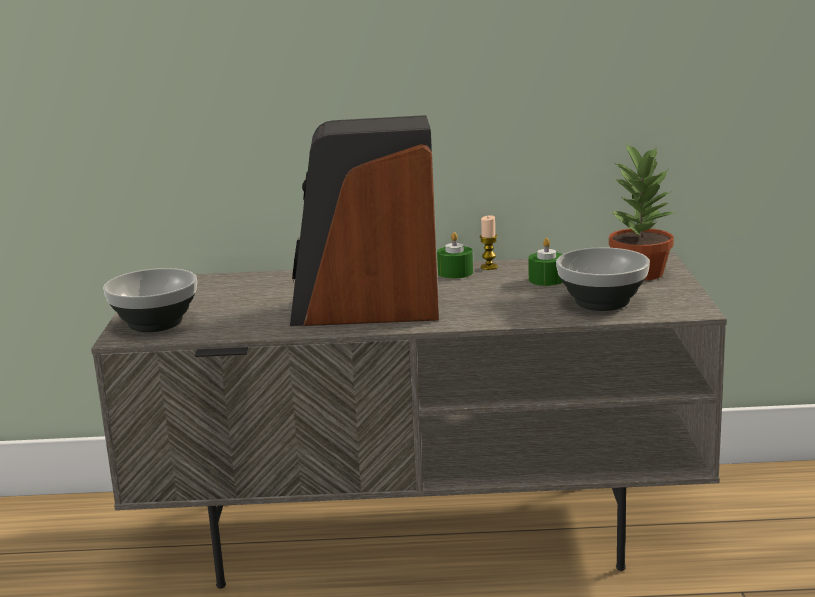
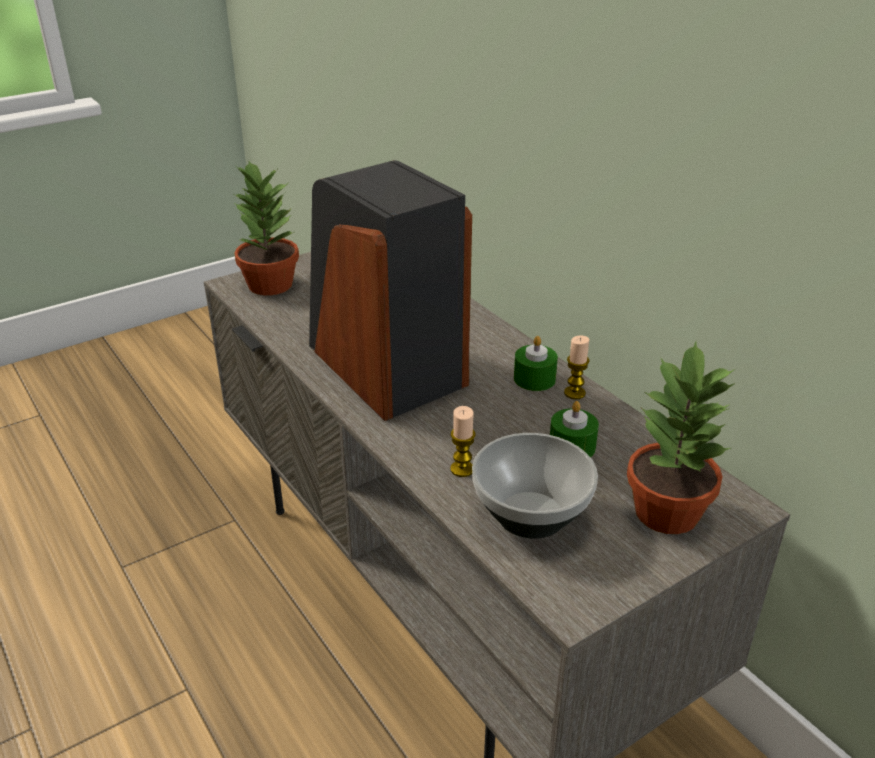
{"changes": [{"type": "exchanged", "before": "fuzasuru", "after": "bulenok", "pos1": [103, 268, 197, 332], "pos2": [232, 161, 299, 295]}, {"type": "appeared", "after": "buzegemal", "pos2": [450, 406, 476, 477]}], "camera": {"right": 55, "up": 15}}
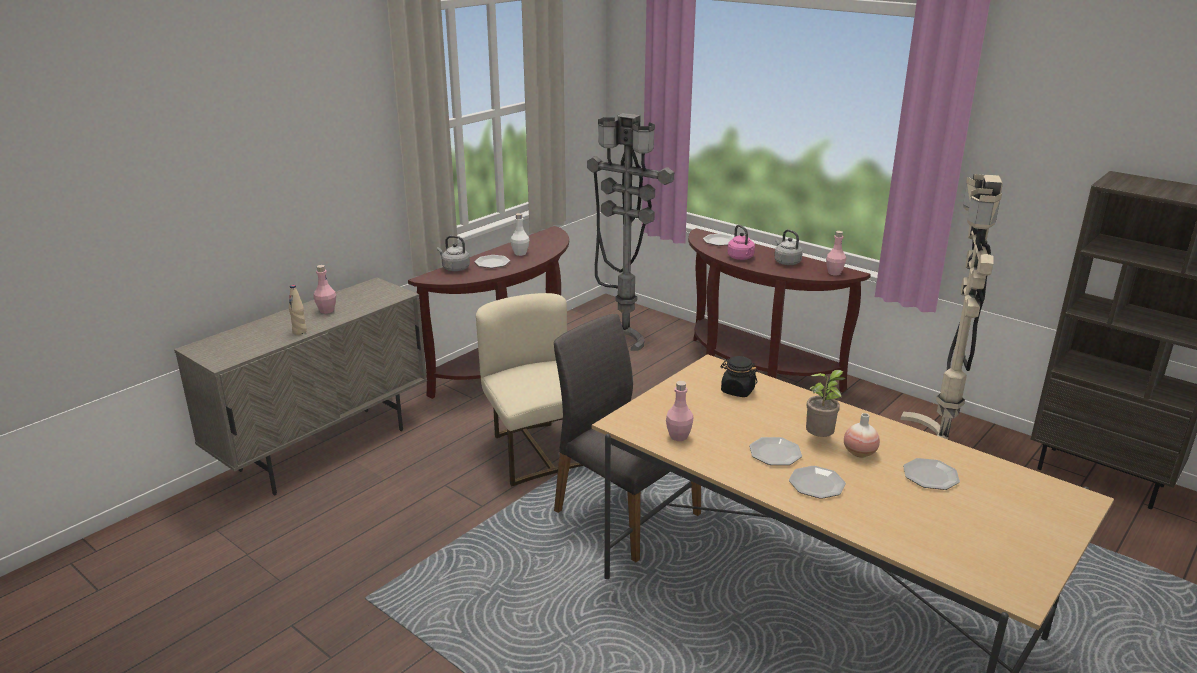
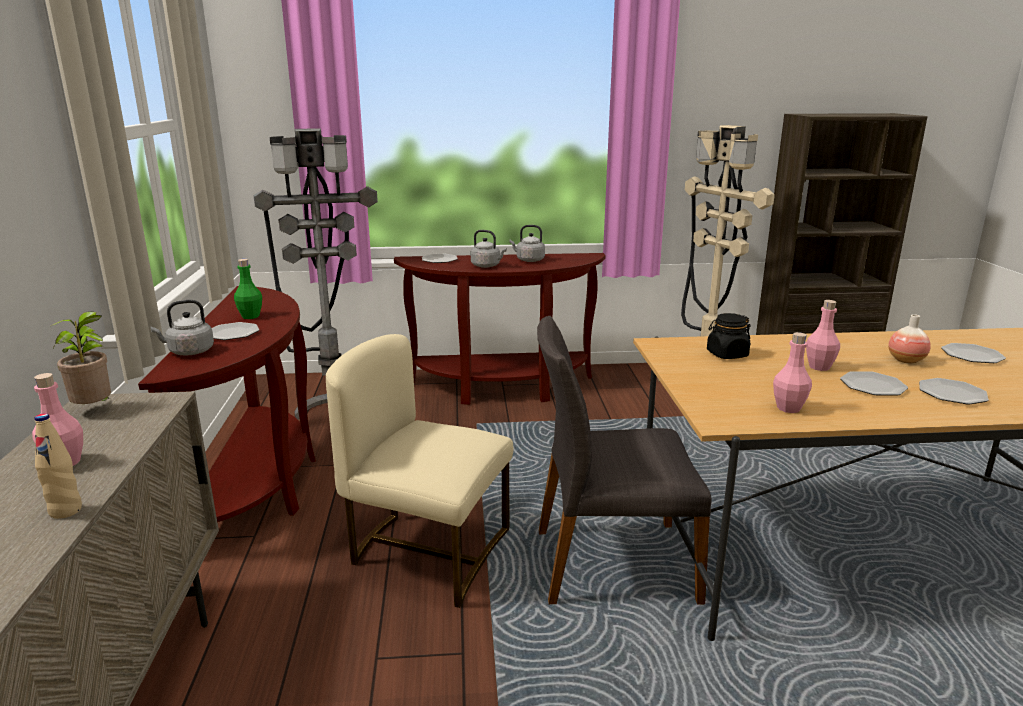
{"changes": [{"type": "relocated", "before": "bulenok", "pos1": [806, 370, 846, 437], "pos2": [51, 311, 111, 404]}, {"type": "colour", "before": "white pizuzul", "after": "green pizuzul", "pos1": [510, 213, 529, 256], "pos2": [234, 259, 262, 319]}, {"type": "colour", "before": "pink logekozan", "after": "grey logekozan", "pos1": [727, 225, 755, 260], "pos2": [471, 230, 507, 268]}, {"type": "relocated", "before": "pink pizuzul", "pos1": [826, 231, 846, 275], "pos2": [806, 300, 840, 371]}], "camera": {"right": -45, "up": -5}}
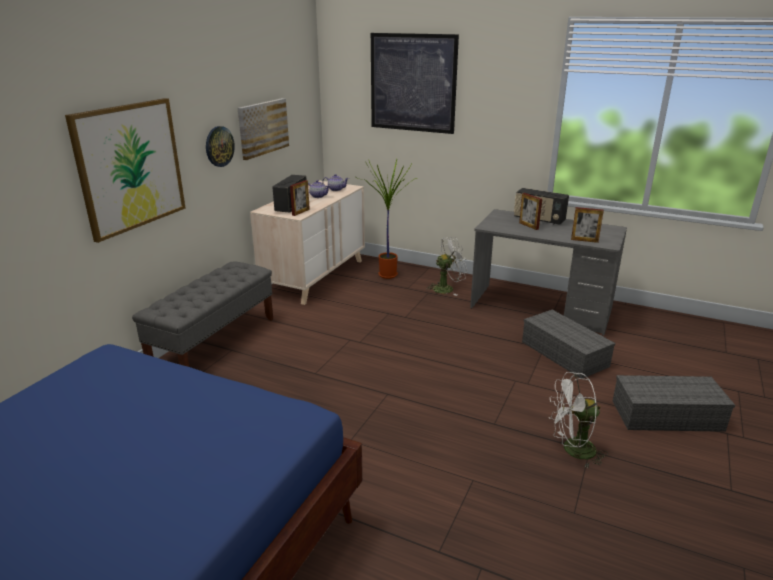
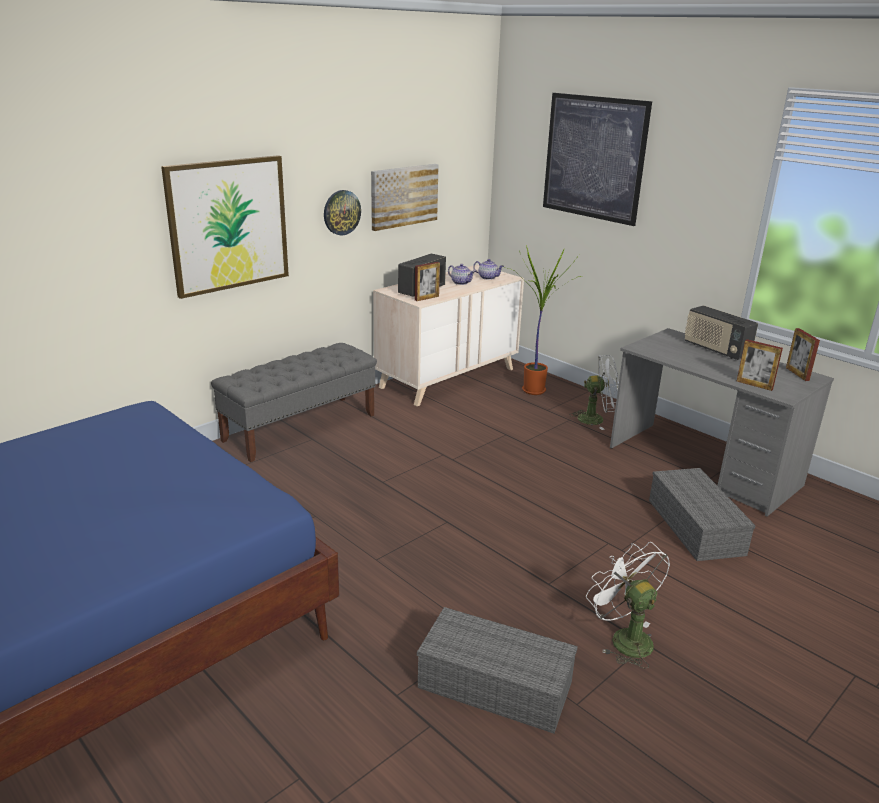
{"changes": [{"type": "relocated", "before": "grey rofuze", "pos1": [613, 375, 735, 432], "pos2": [417, 607, 578, 734]}, {"type": "spun", "before": "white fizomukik", "pos1": [549, 372, 608, 468], "pos2": [586, 542, 670, 669], "turn": 45}, {"type": "relocated", "before": "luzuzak", "pos1": [519, 193, 542, 230], "pos2": [786, 328, 820, 381]}], "camera": {"right": 20, "up": 0}}
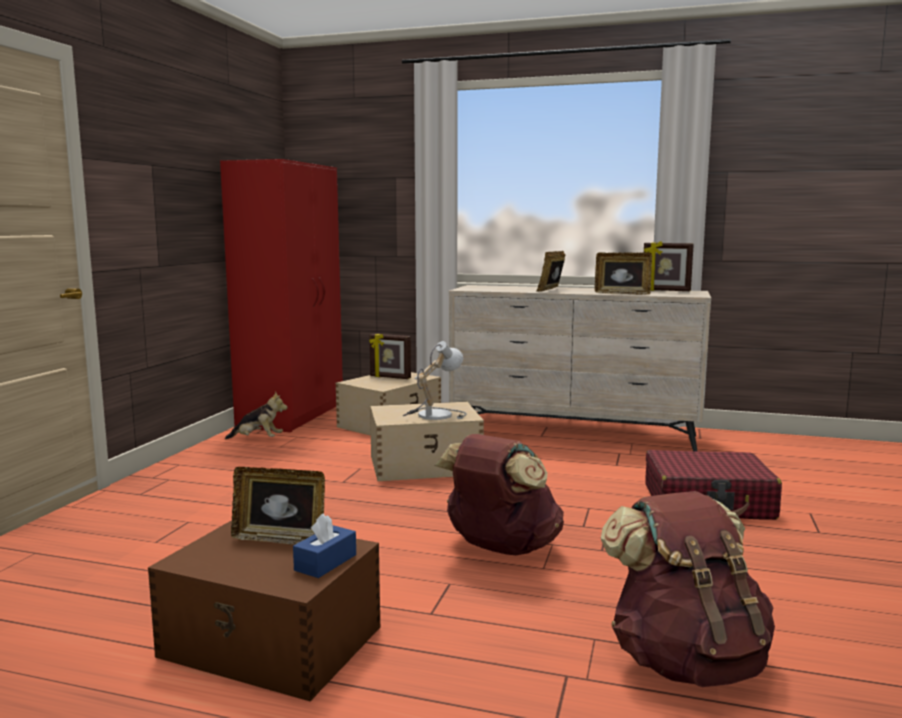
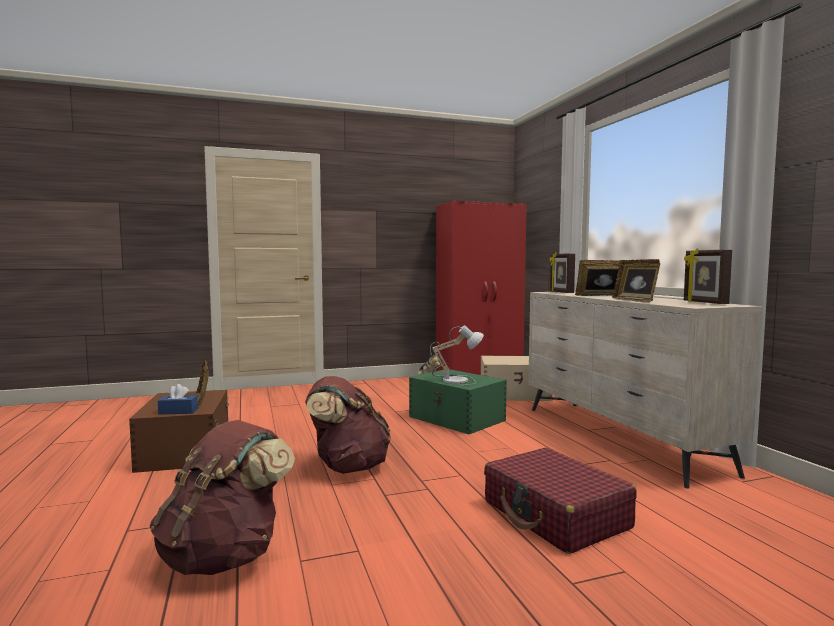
{"changes": [{"type": "colour", "before": "beige rofuze", "after": "green rofuze", "pos1": [370, 402, 484, 481], "pos2": [409, 369, 507, 434]}, {"type": "relocated", "before": "luzuzak", "pos1": [369, 334, 411, 379], "pos2": [549, 253, 575, 293]}], "camera": {"right": 55, "up": -5}}
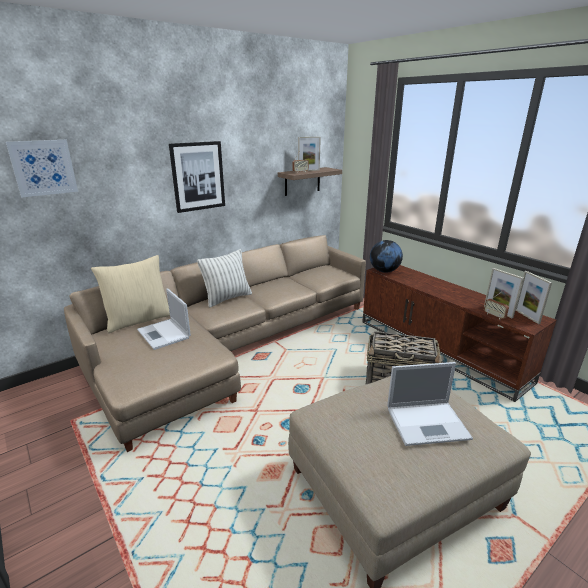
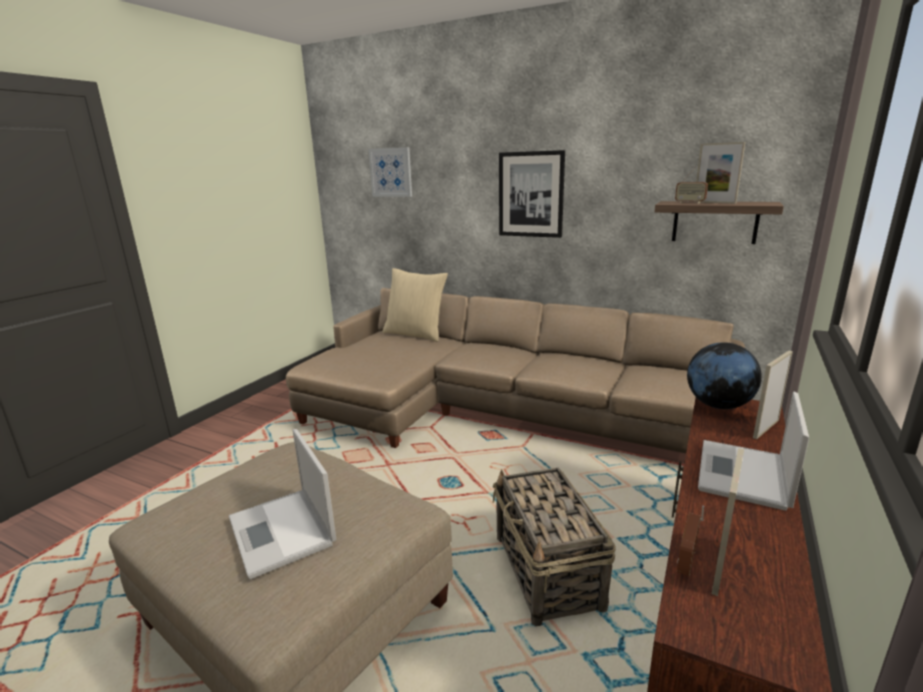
{"changes": [{"type": "relocated", "before": "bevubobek", "pos1": [137, 288, 191, 350], "pos2": [698, 391, 809, 511]}, {"type": "relocated", "before": "luzuzak", "pos1": [515, 271, 552, 324], "pos2": [753, 351, 793, 439]}, {"type": "missing", "before": "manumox", "pos1": [197, 249, 252, 308]}], "camera": {"right": 65, "up": -5}}
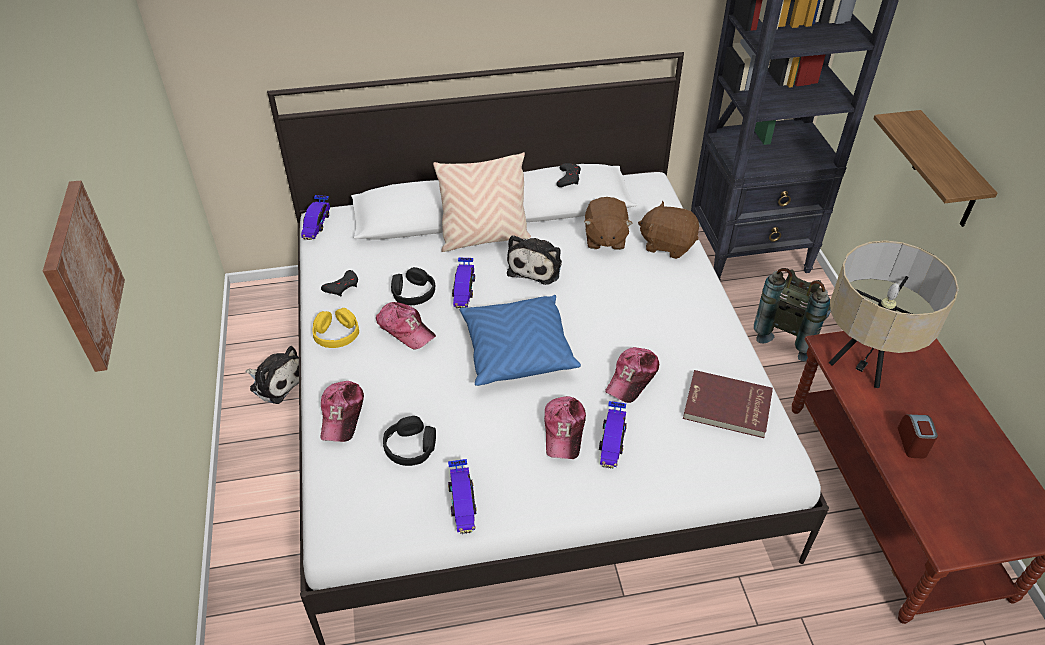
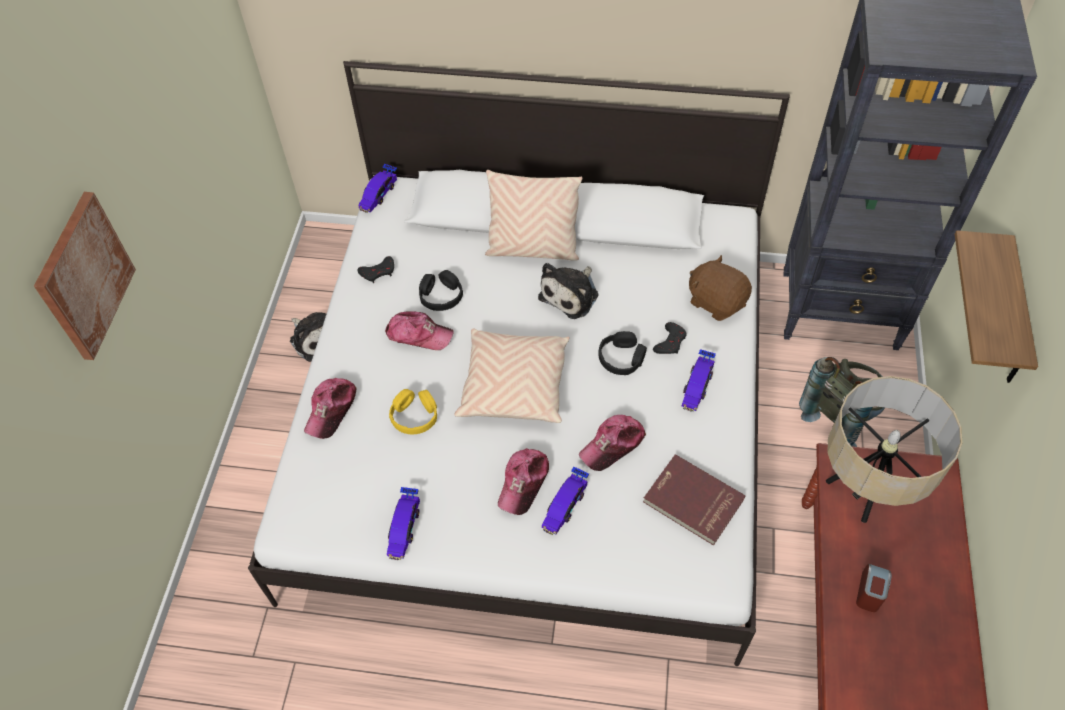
{"changes": [{"type": "spun", "before": "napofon", "pos1": [376, 302, 436, 350], "pos2": [385, 311, 453, 350], "turn": -45}, {"type": "relocated", "before": "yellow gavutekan", "pos1": [312, 308, 359, 348], "pos2": [389, 389, 437, 434]}, {"type": "colour", "before": "blue manumox", "after": "beige manumox", "pos1": [460, 295, 581, 386], "pos2": [454, 328, 570, 423]}, {"type": "relocated", "before": "black gavutekan", "pos1": [383, 416, 436, 466], "pos2": [598, 331, 647, 375]}, {"type": "relocated", "before": "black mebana", "pos1": [556, 163, 581, 187], "pos2": [653, 322, 687, 354]}, {"type": "relocated", "before": "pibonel", "pos1": [452, 258, 475, 308], "pos2": [682, 349, 716, 412]}, {"type": "missing", "before": "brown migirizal", "pos1": [584, 197, 633, 250]}], "camera": {"right": 20, "up": 10}}
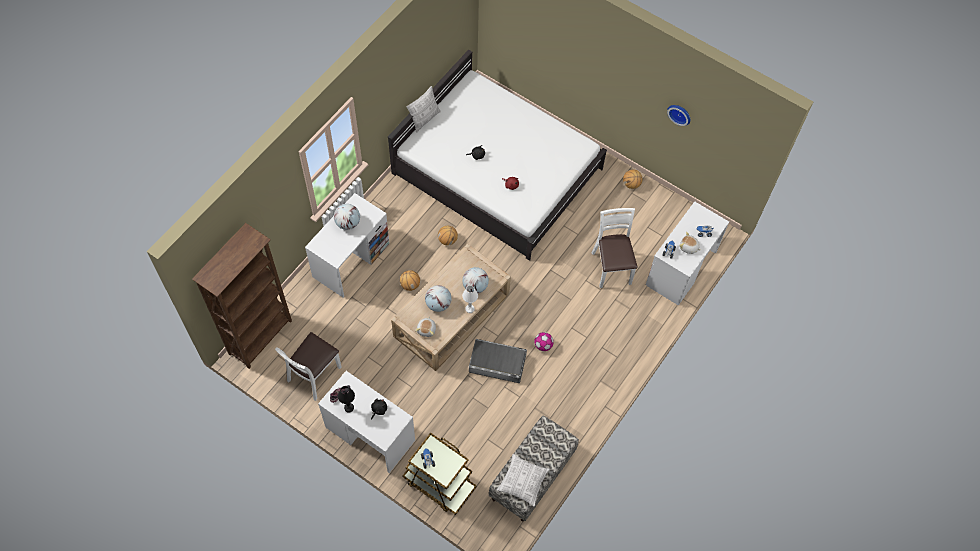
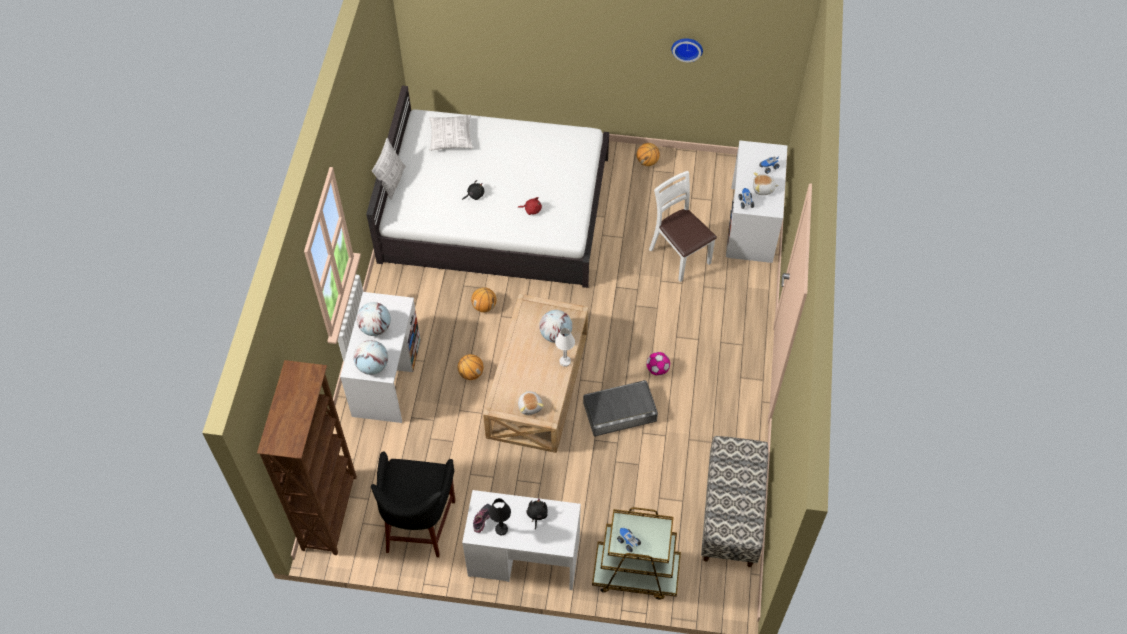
{"changes": [{"type": "relocated", "before": "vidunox", "pos1": [425, 285, 452, 312], "pos2": [353, 340, 388, 375]}, {"type": "exchanged", "before": "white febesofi", "after": "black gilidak", "pos1": [275, 332, 342, 401], "pos2": [371, 452, 455, 558]}, {"type": "relocated", "before": "manumox", "pos1": [497, 454, 550, 507], "pos2": [429, 115, 473, 150]}], "camera": {"right": -25, "up": -5}}
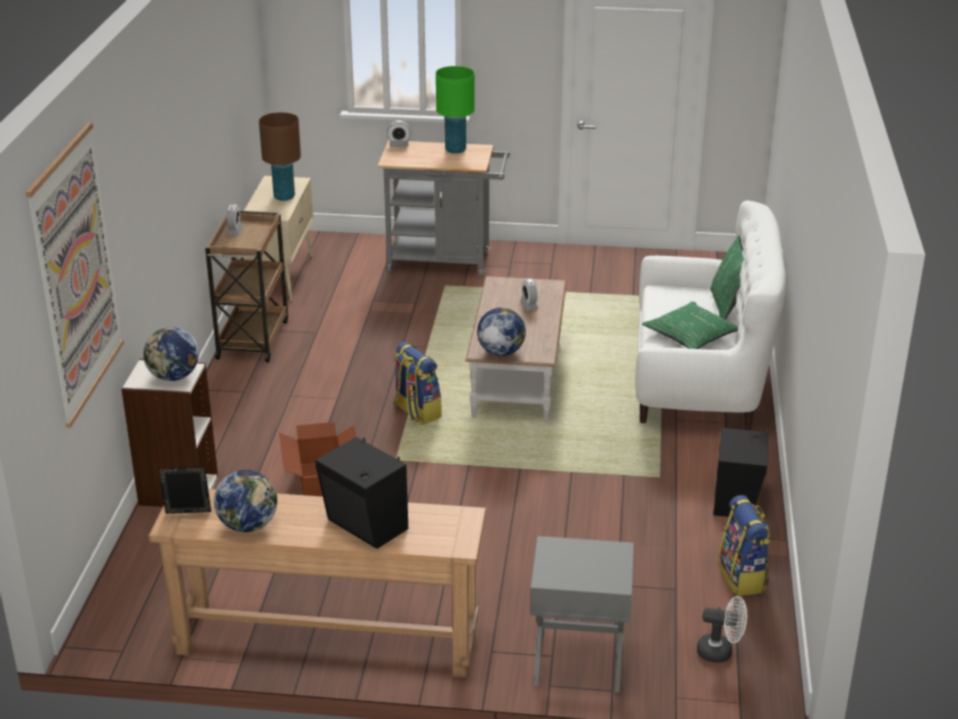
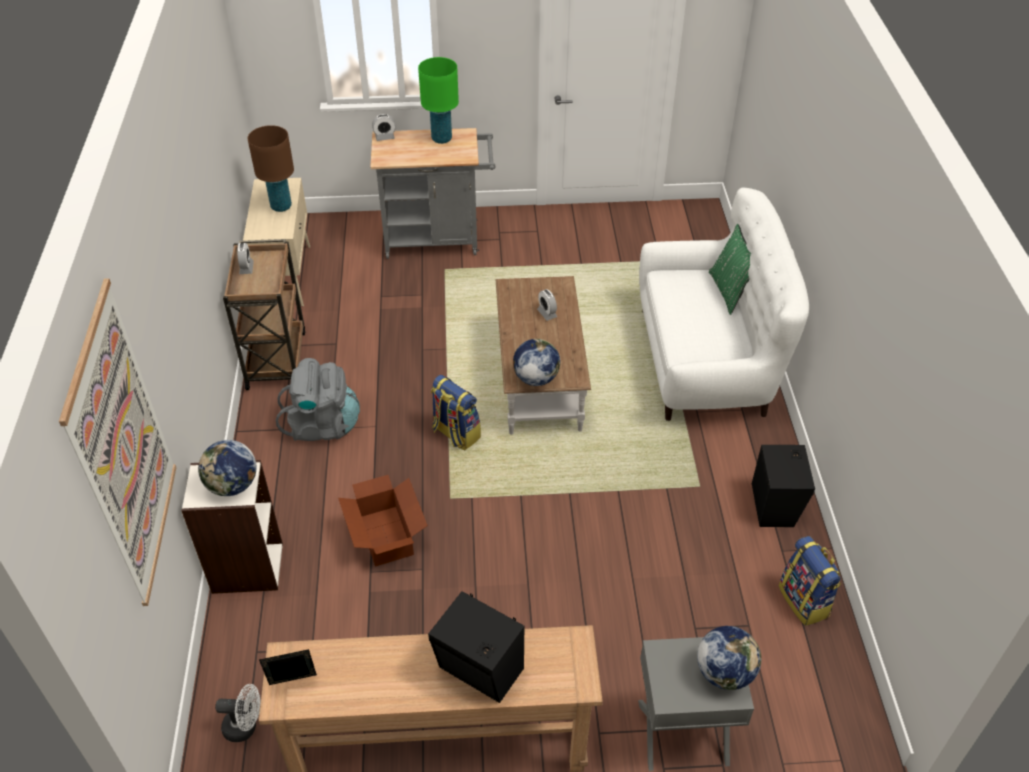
{"changes": [{"type": "relocated", "before": "white fizomukik", "pos1": [697, 596, 747, 663], "pos2": [215, 684, 261, 742]}, {"type": "appeared", "after": "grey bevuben", "pos2": [276, 358, 360, 441]}, {"type": "relocated", "before": "vidunox", "pos1": [214, 470, 277, 532], "pos2": [697, 626, 761, 690]}, {"type": "missing", "before": "green manumox", "pos1": [642, 301, 738, 349]}], "camera": {"right": -10, "up": 15}}
